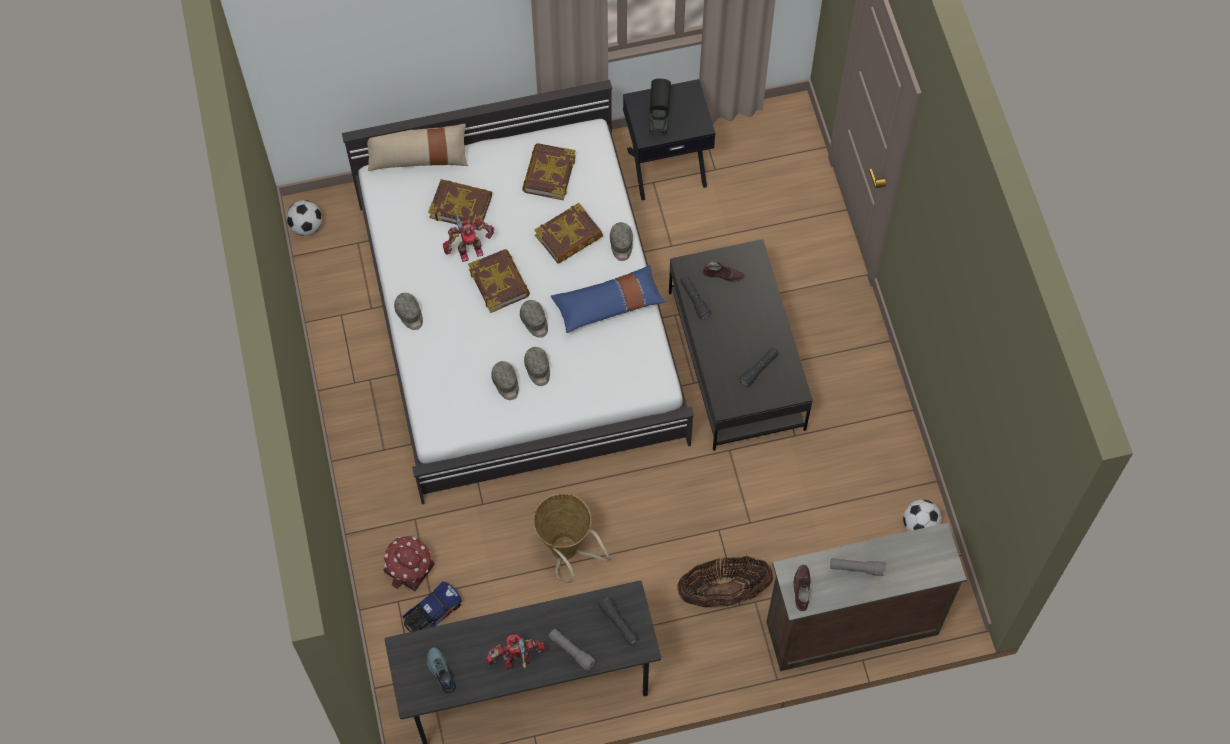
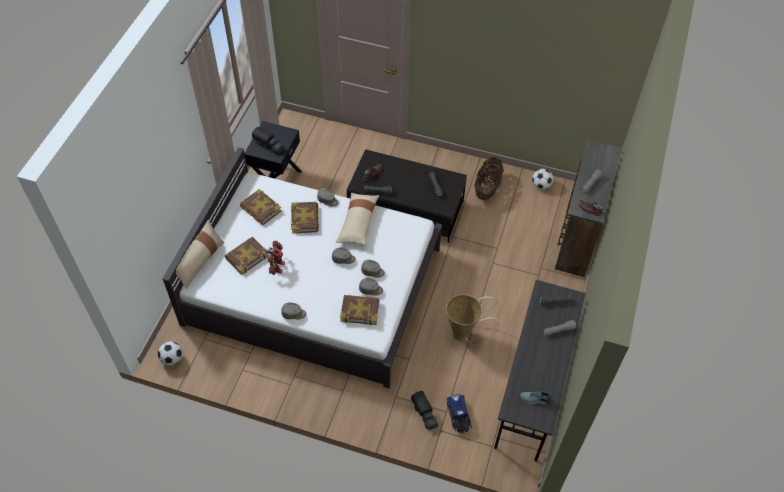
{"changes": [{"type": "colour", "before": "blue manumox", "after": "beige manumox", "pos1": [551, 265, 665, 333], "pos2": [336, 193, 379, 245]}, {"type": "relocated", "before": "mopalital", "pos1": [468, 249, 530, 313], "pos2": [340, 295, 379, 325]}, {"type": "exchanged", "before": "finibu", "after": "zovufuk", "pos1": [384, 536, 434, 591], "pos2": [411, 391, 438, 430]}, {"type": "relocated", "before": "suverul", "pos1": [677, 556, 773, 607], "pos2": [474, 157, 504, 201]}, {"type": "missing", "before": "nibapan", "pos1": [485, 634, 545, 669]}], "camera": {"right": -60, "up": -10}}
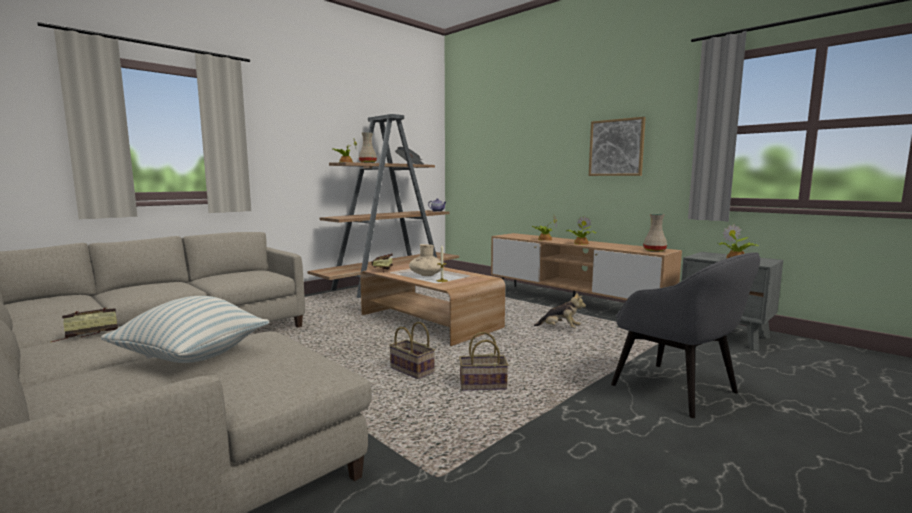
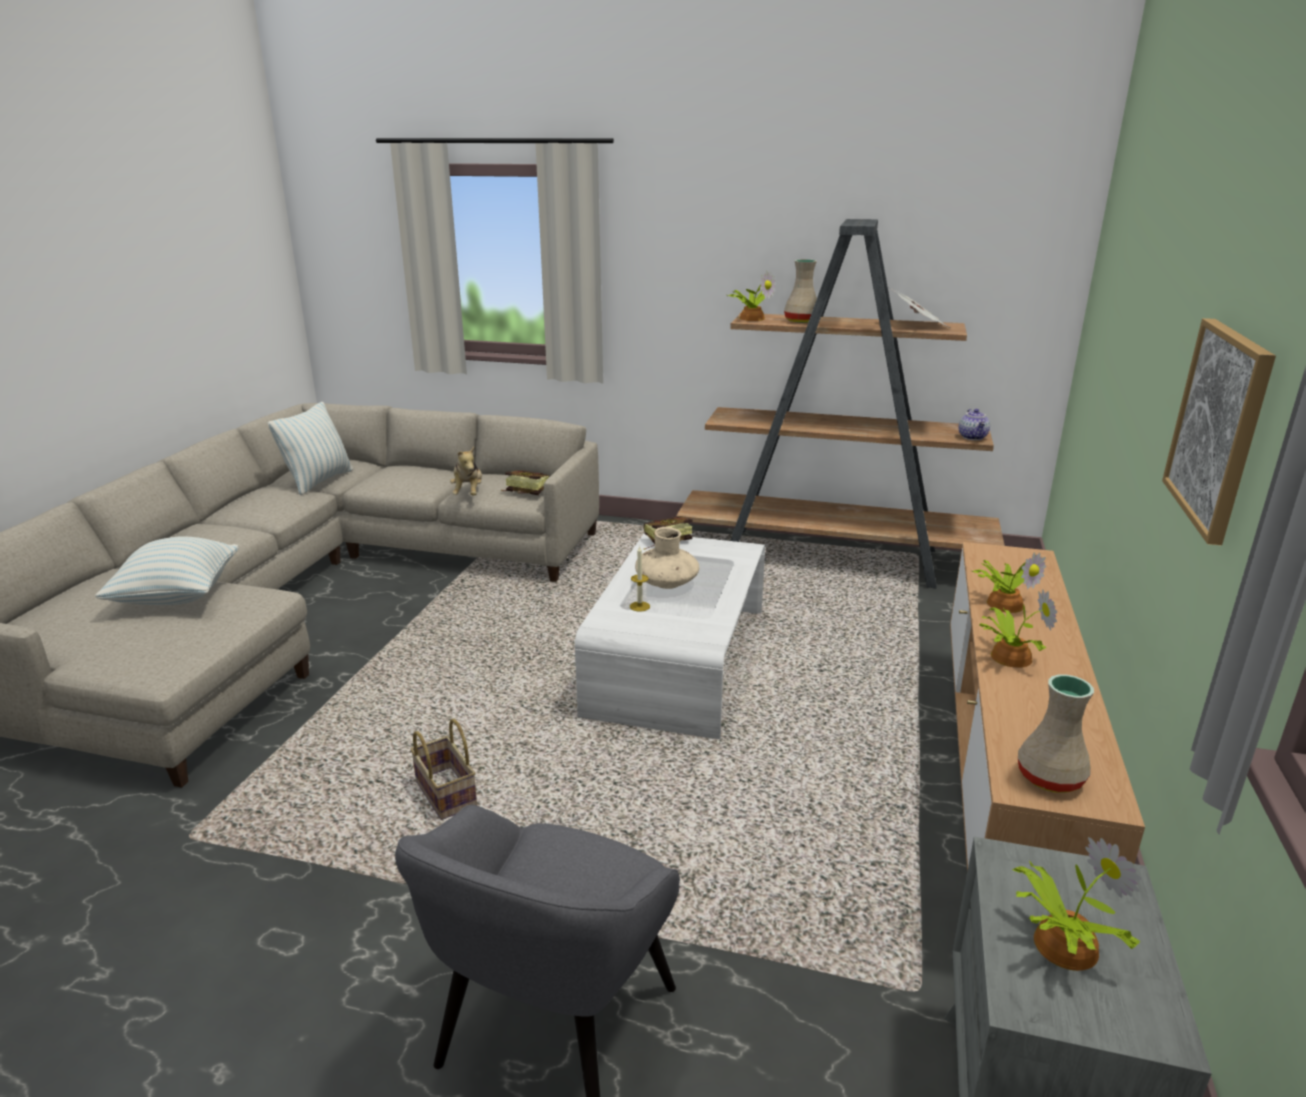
{"changes": [{"type": "appeared", "after": "manumox", "pos2": [268, 402, 353, 495]}, {"type": "relocated", "before": "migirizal", "pos1": [534, 292, 586, 328], "pos2": [450, 447, 482, 495]}, {"type": "relocated", "before": "mopalital", "pos1": [50, 307, 118, 343], "pos2": [501, 470, 550, 495]}, {"type": "colour", "before": "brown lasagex", "after": "white lasagex", "pos1": [360, 264, 505, 346], "pos2": [575, 533, 765, 739]}, {"type": "missing", "before": "suverul", "pos1": [389, 322, 435, 379]}], "camera": {"right": 60, "up": 15}}
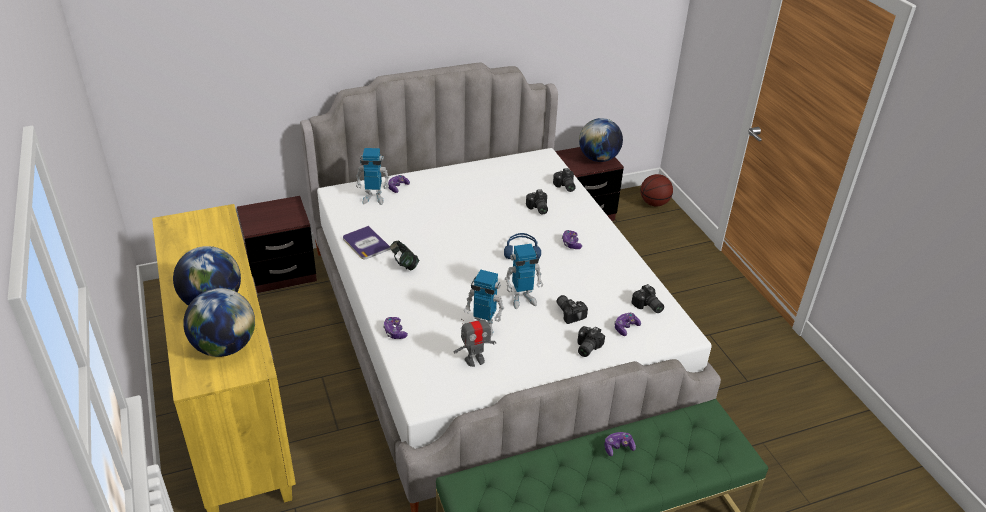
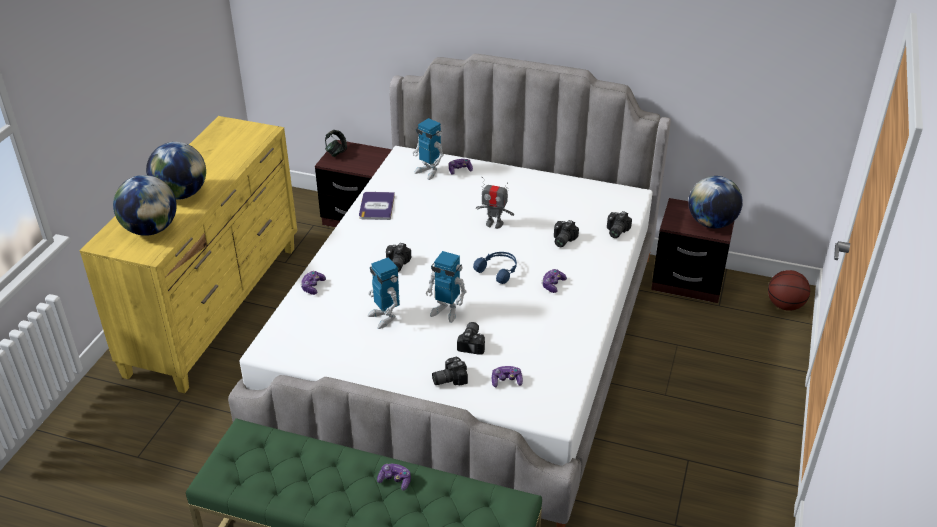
{"changes": [{"type": "relocated", "before": "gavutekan", "pos1": [390, 241, 419, 270], "pos2": [325, 130, 347, 157]}, {"type": "relocated", "before": "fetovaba", "pos1": [631, 284, 664, 313], "pos2": [386, 243, 411, 272]}, {"type": "relocated", "before": "nibapan", "pos1": [453, 313, 496, 367], "pos2": [476, 177, 514, 229]}], "camera": {"right": 40, "up": 0}}
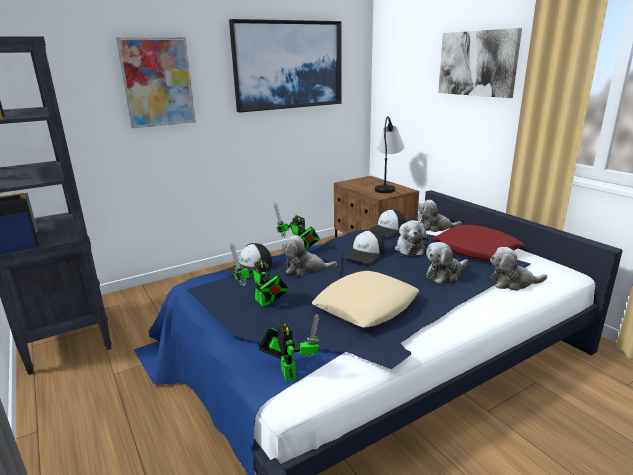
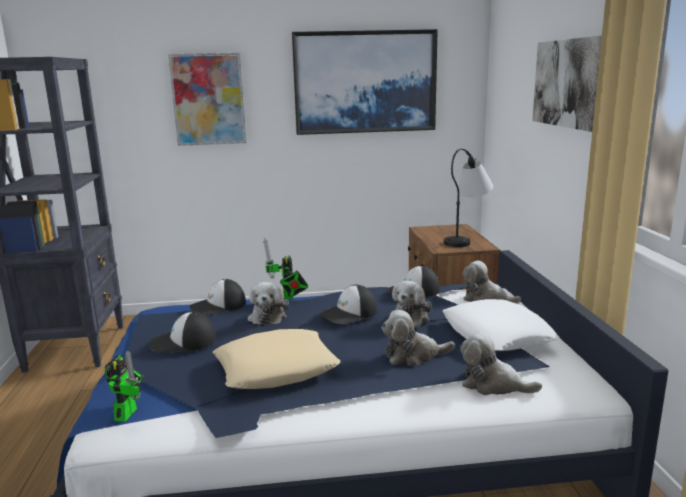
{"changes": [{"type": "exchanged", "before": "nibapan", "after": "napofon", "pos1": [230, 244, 289, 306], "pos2": [149, 311, 216, 353]}, {"type": "spun", "before": "migirizal", "pos1": [282, 235, 337, 276], "pos2": [248, 282, 289, 326], "turn": -120}, {"type": "colour", "before": "red manumox", "after": "white manumox", "pos1": [432, 225, 524, 260], "pos2": [443, 299, 559, 351]}], "camera": {"right": 25, "up": -5}}
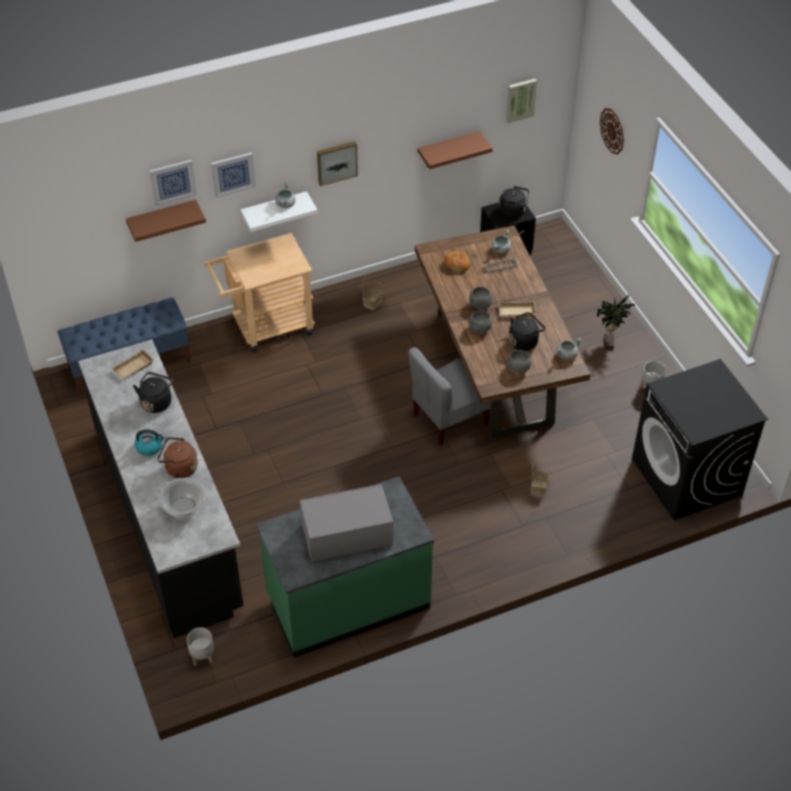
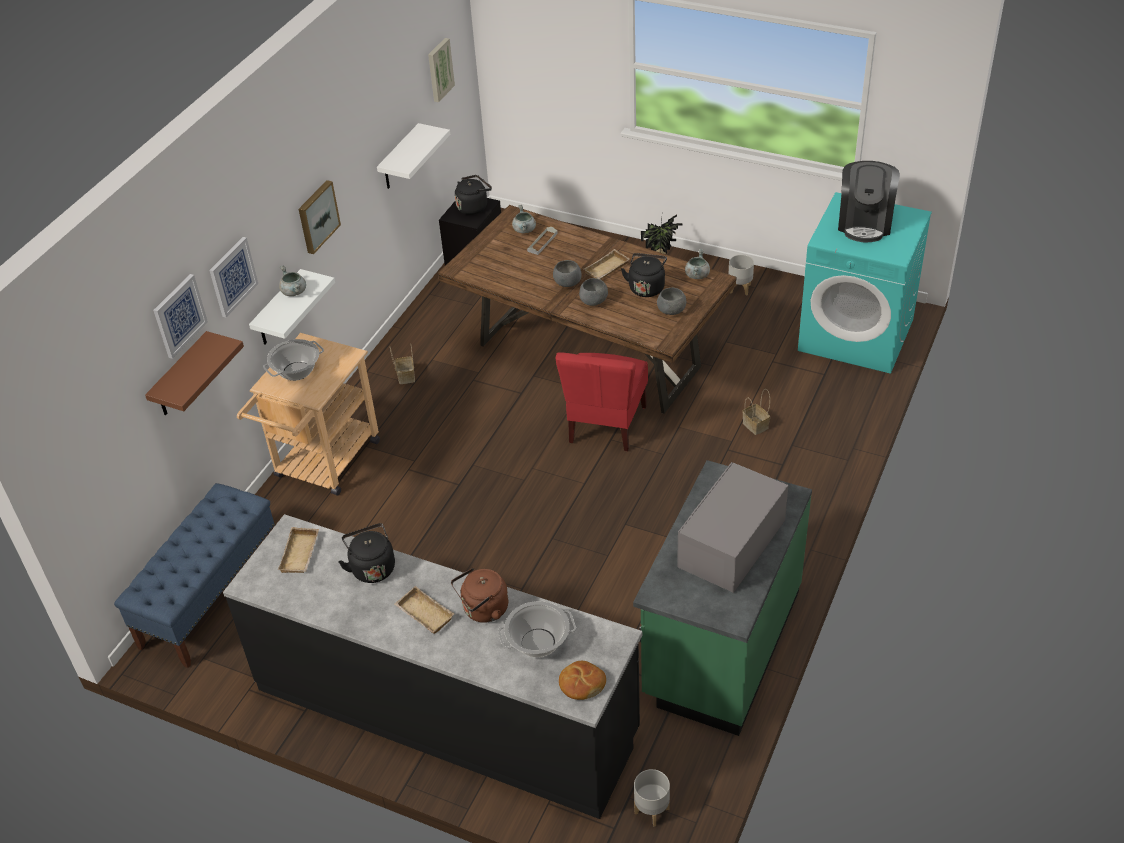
{"changes": [{"type": "appeared", "after": "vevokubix", "pos2": [263, 339, 324, 381]}, {"type": "colour", "before": "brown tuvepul", "after": "white tuvepul", "pos1": [418, 131, 493, 169], "pos2": [377, 123, 450, 189]}, {"type": "exchanged", "before": "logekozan", "after": "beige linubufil", "pos1": [135, 429, 166, 456], "pos2": [394, 586, 455, 634]}, {"type": "colour", "before": "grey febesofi", "after": "red febesofi", "pos1": [408, 347, 491, 446], "pos2": [556, 352, 648, 451]}, {"type": "relocated", "before": "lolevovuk", "pos1": [444, 251, 470, 272], "pos2": [559, 661, 606, 700]}, {"type": "colour", "before": "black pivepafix", "after": "turquoise pivepafix", "pos1": [632, 359, 768, 520], "pos2": [798, 192, 932, 374]}, {"type": "appeared", "after": "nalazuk", "pos2": [838, 161, 900, 242]}, {"type": "missing", "before": "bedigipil", "pos1": [600, 108, 624, 155]}], "camera": {"right": -40, "up": -5}}
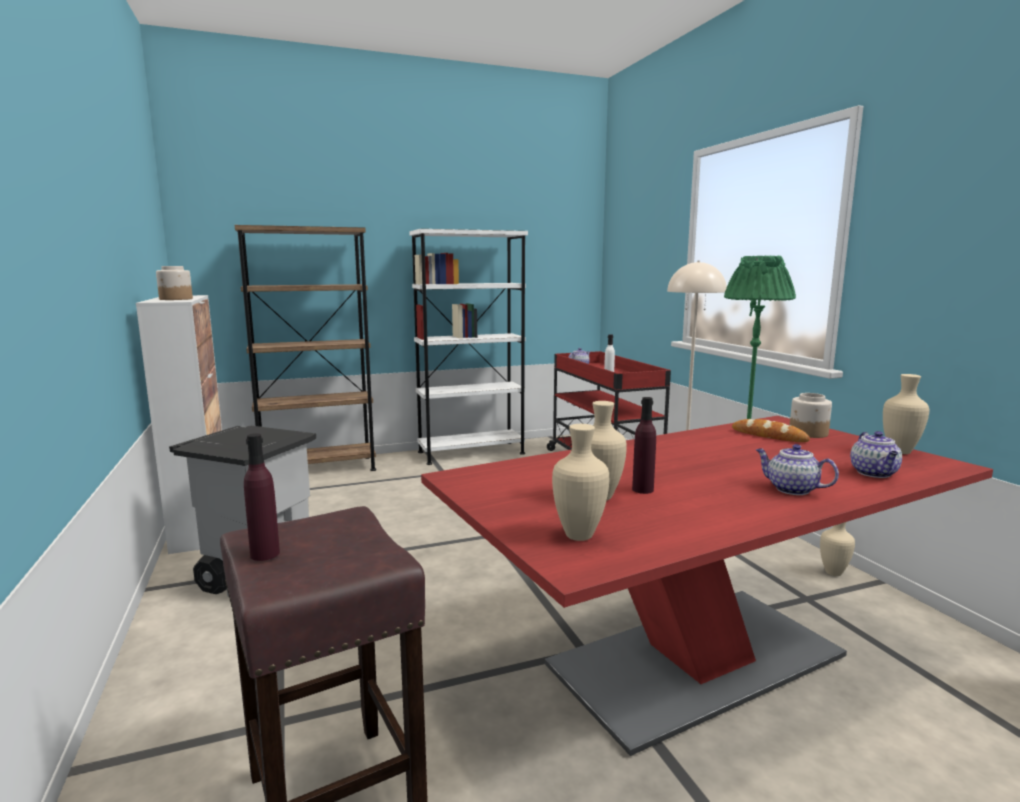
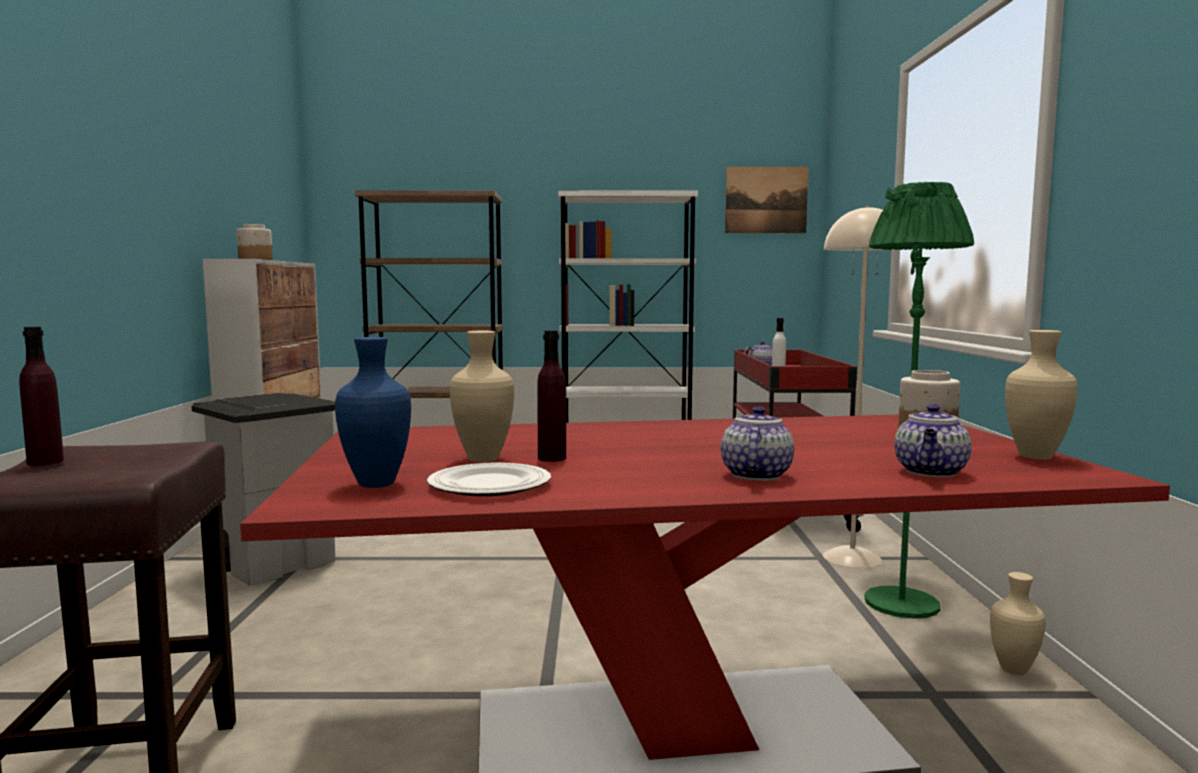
{"changes": [{"type": "colour", "before": "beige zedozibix", "after": "blue zedozibix", "pos1": [552, 424, 609, 541], "pos2": [335, 337, 411, 488]}, {"type": "appeared", "after": "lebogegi", "pos2": [427, 462, 551, 497]}, {"type": "spun", "before": "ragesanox", "pos1": [756, 444, 839, 495], "pos2": [721, 406, 794, 481], "turn": 45}, {"type": "appeared", "after": "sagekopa", "pos2": [725, 166, 808, 233]}, {"type": "missing", "before": "lolevovuk", "pos1": [732, 419, 810, 442]}], "camera": {"right": 20, "up": -5}}
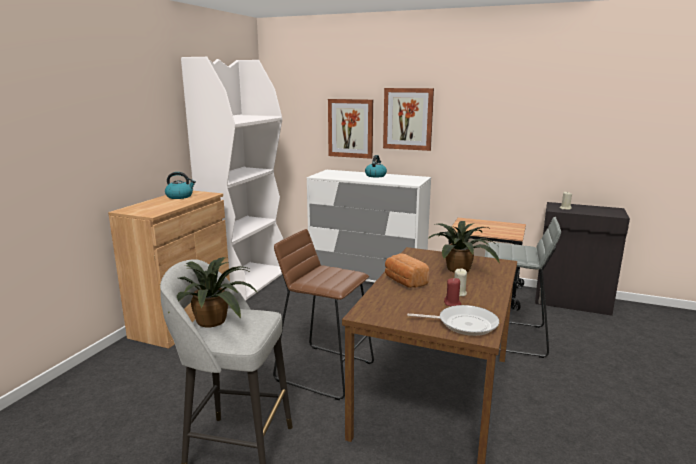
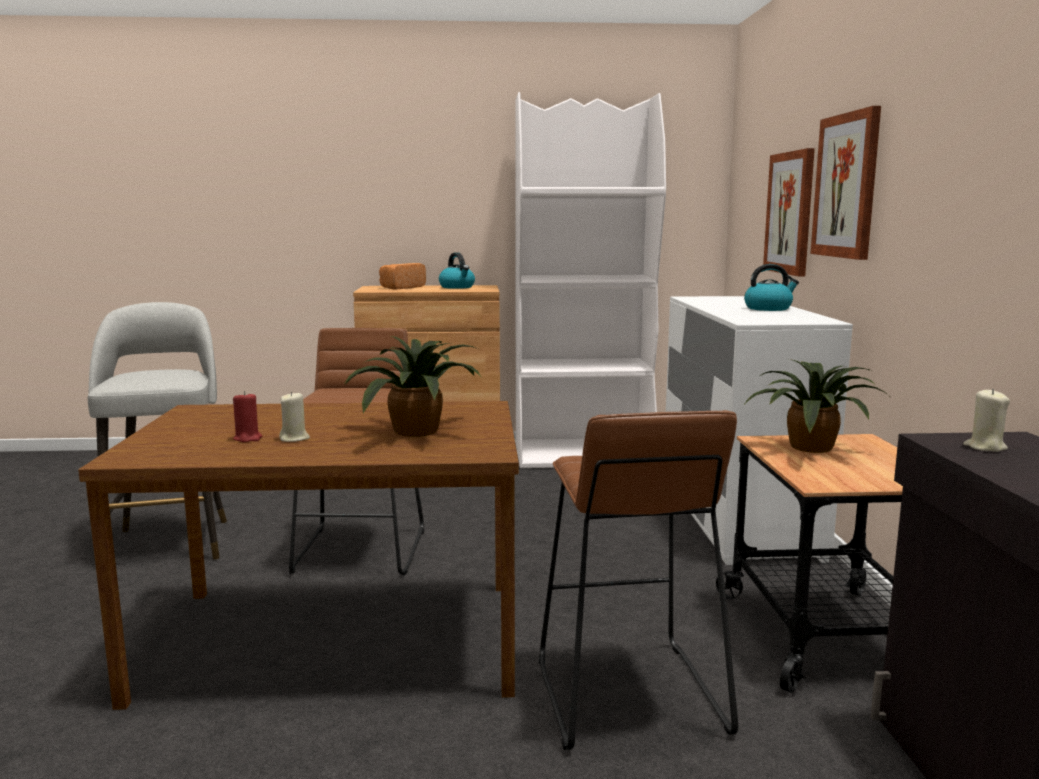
{"changes": [{"type": "relocated", "before": "lolevovuk", "pos1": [385, 253, 429, 288], "pos2": [379, 263, 426, 290]}, {"type": "colour", "before": "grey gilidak", "after": "brown gilidak", "pos1": [485, 217, 561, 358], "pos2": [539, 410, 738, 750]}, {"type": "relocated", "before": "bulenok", "pos1": [168, 257, 257, 327], "pos2": [745, 359, 889, 453]}, {"type": "missing", "before": "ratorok", "pos1": [407, 305, 499, 336]}], "camera": {"right": 65, "up": -5}}
